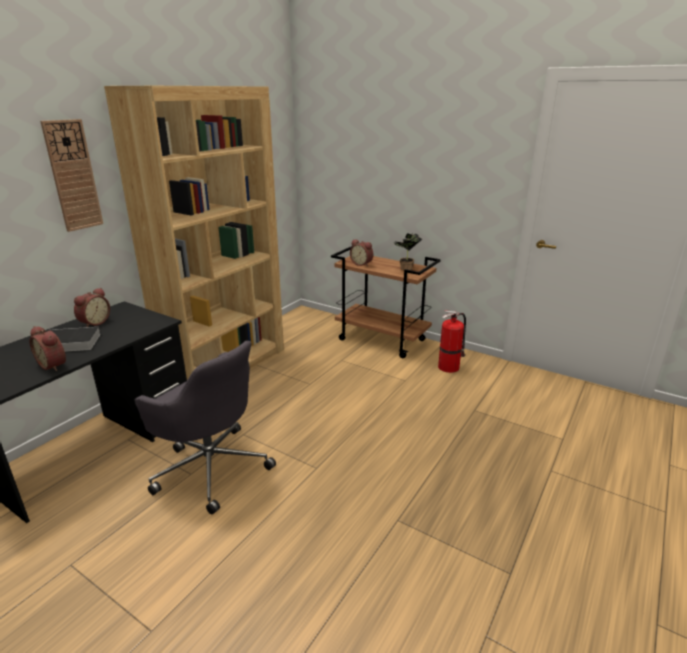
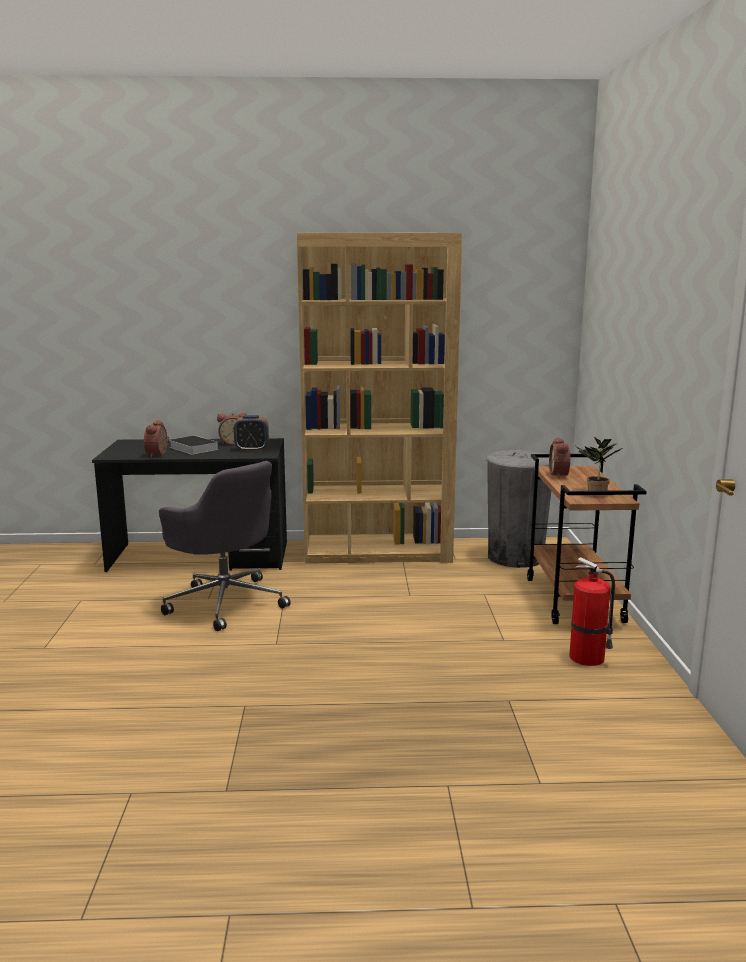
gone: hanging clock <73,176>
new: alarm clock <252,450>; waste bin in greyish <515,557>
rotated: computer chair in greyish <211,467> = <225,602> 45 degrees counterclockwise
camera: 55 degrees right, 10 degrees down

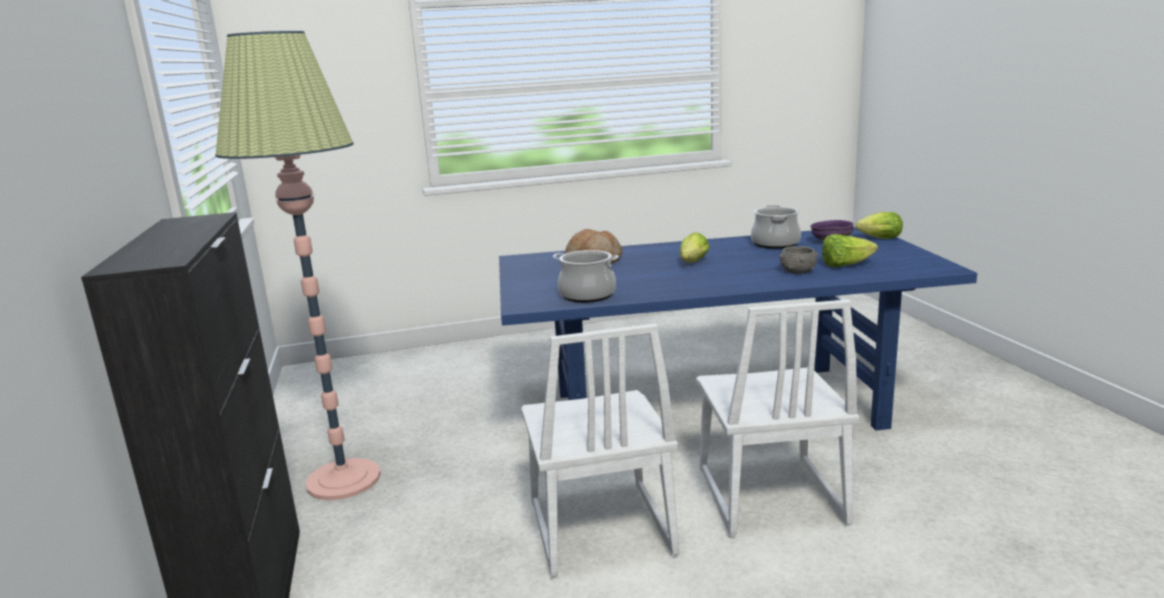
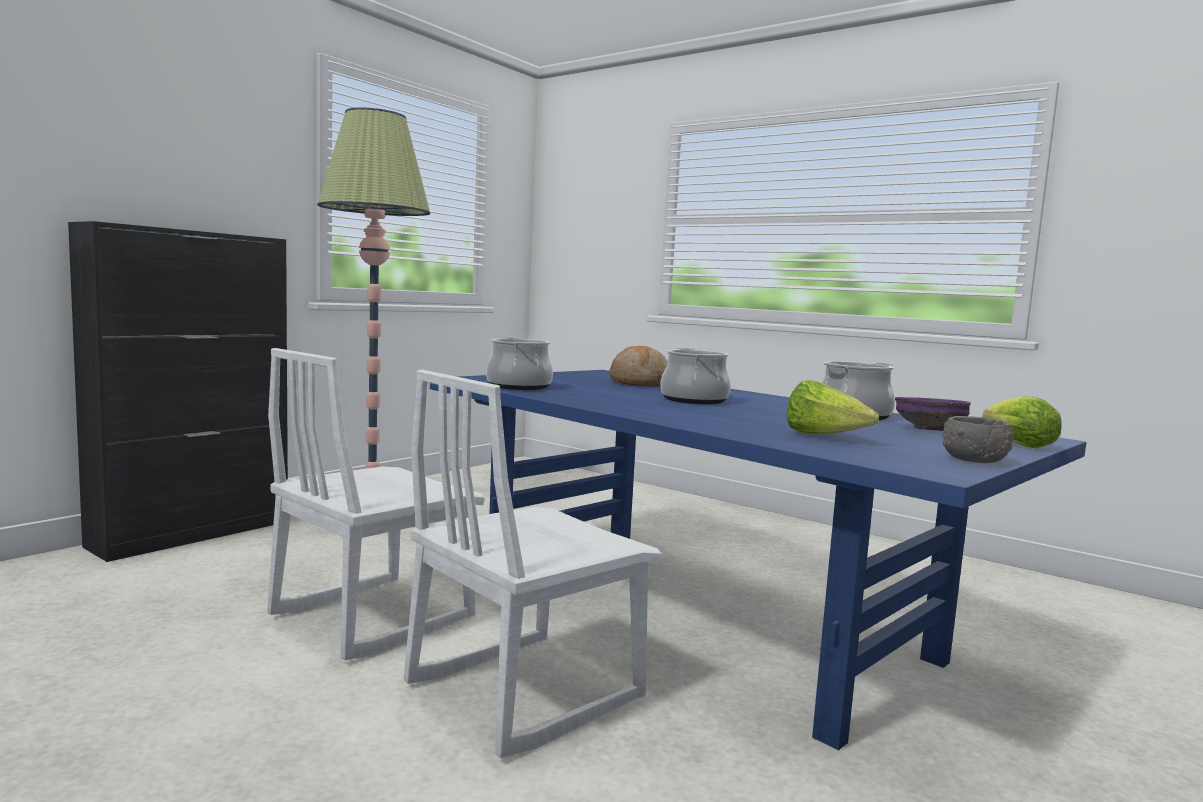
shifted: bowl in greyish <797,271> to <974,460>
swapped: lettuce head <692,263> to stockpot <694,400>
camera: 50 degrees right, 10 degrees down

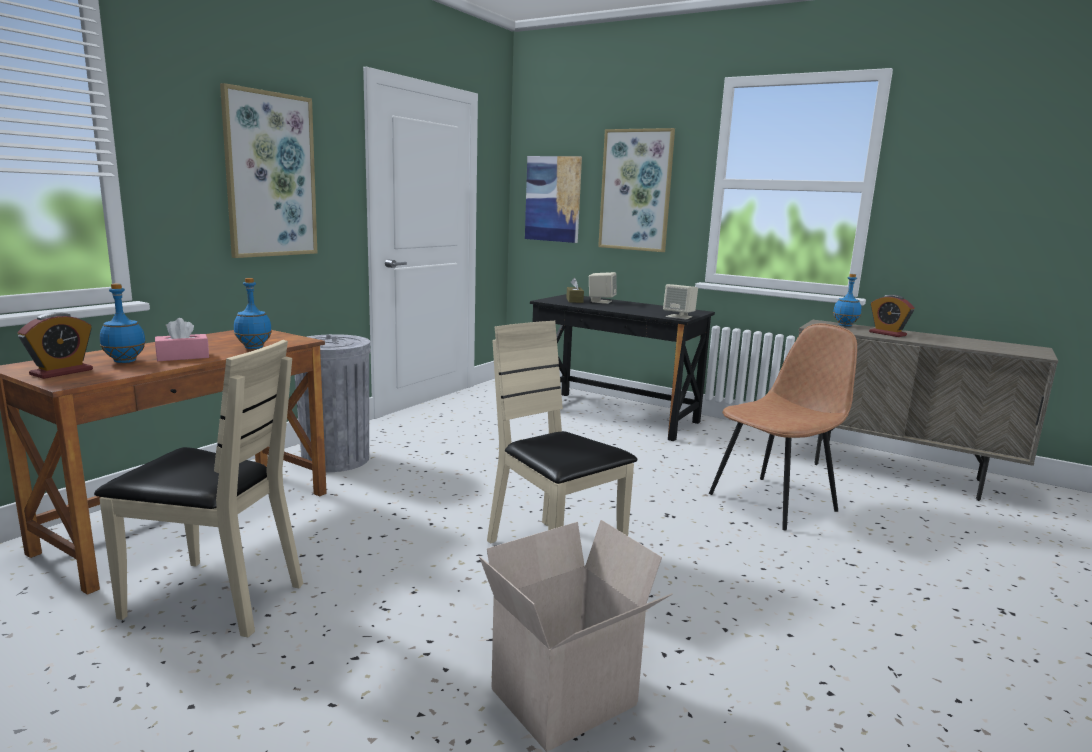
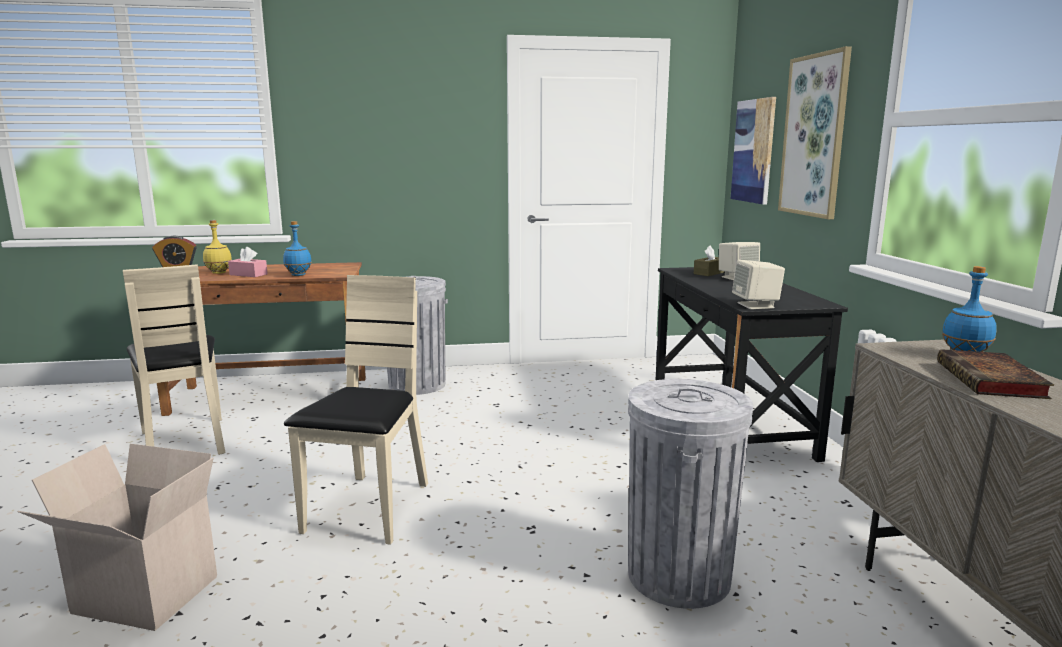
gone: picture <270,175>
swapped: plain chair in brown-coloured <774,502> to waste bin in greyish <679,575>; alarm clock <887,334> to volume <992,381>
repainted: beverage bottle in bluish <125,361> to beverage bottle in yellowish <219,273>
camera: 50 degrees right, 0 degrees up

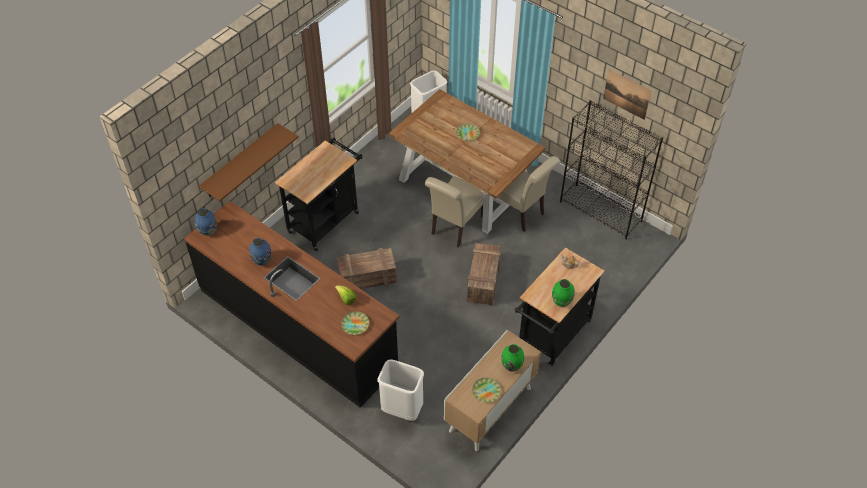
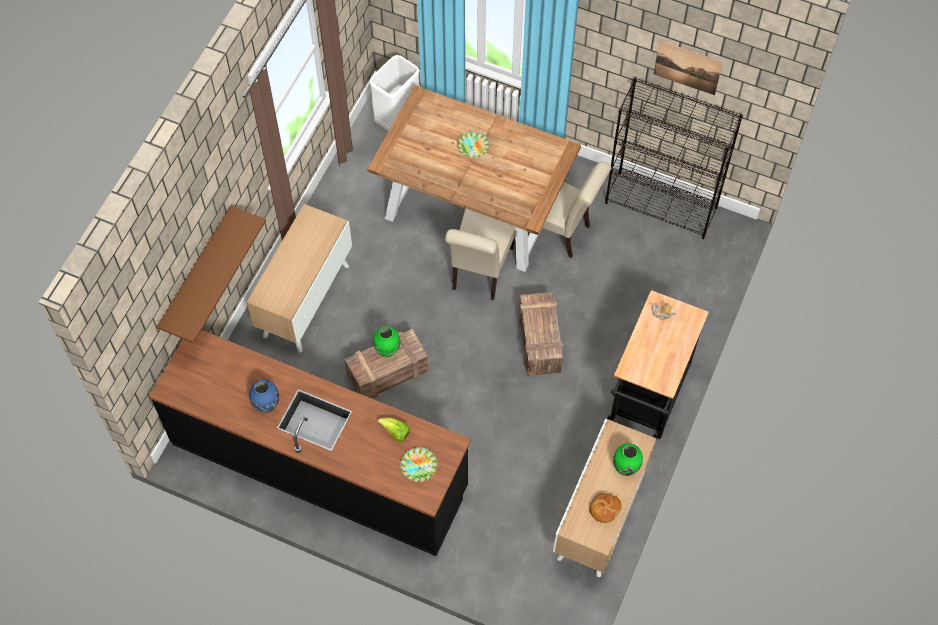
gone: decorative vase in bluish <208,231>; waste bin in whitish <402,410>
shifted: decorative vase in greenish <561,302> to <387,350>
swapped: wheeled cart in blackish <326,219> to storage cabinet <306,300>; flat dish <486,391> to bakery bread <604,509>
camera: 15 degrees left, 10 degrees up

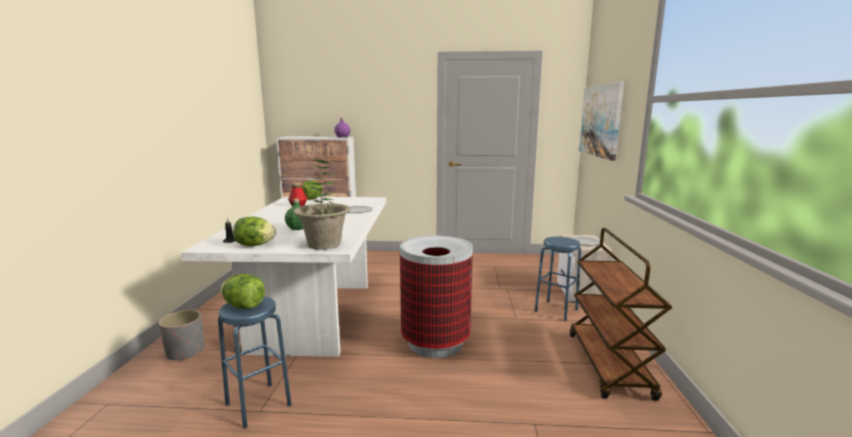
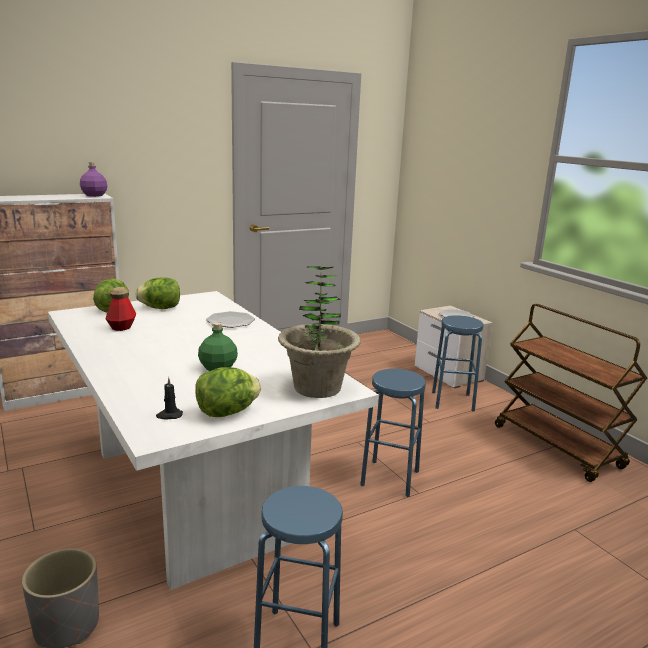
gone: picture <600,120>
shifted: lettuce head <244,306> to <160,308>
swapped: waste bin <435,343> to sitting stool in bluish <390,478>
camera: 35 degrees left, 5 degrees up

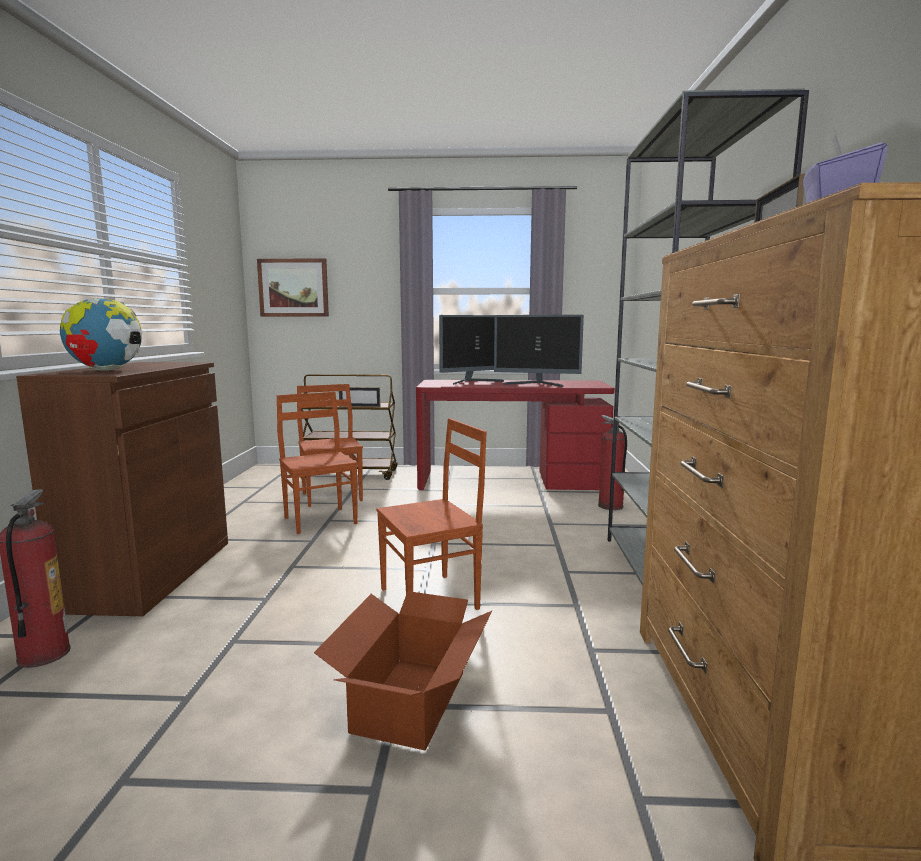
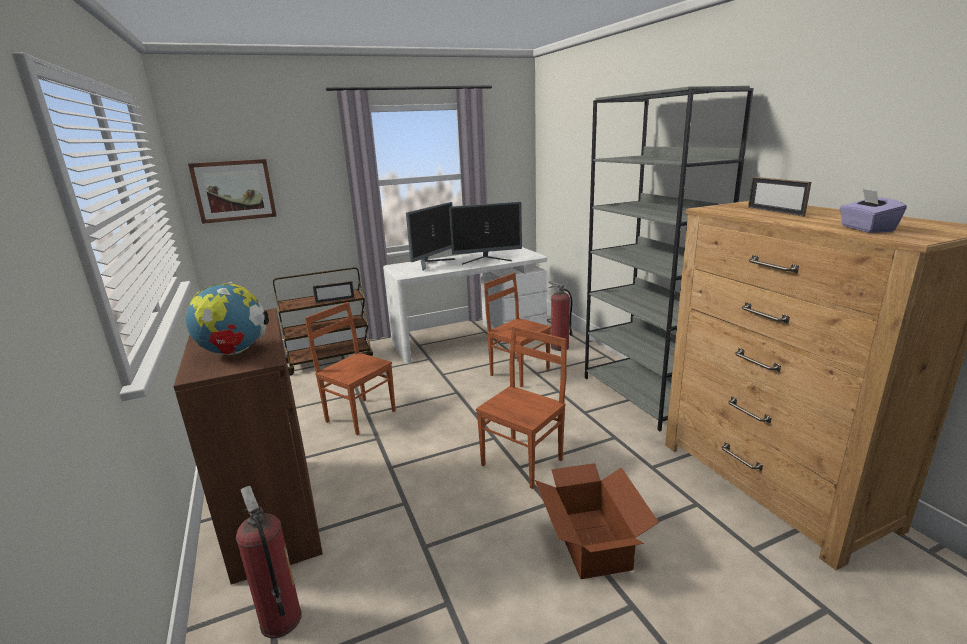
shifted: plain chair in brown-coloured <333,496> to <519,372>
repainted: desk unit in reddish <511,481> to desk unit in whitish <469,338>
camera: 25 degrees left, 10 degrees up

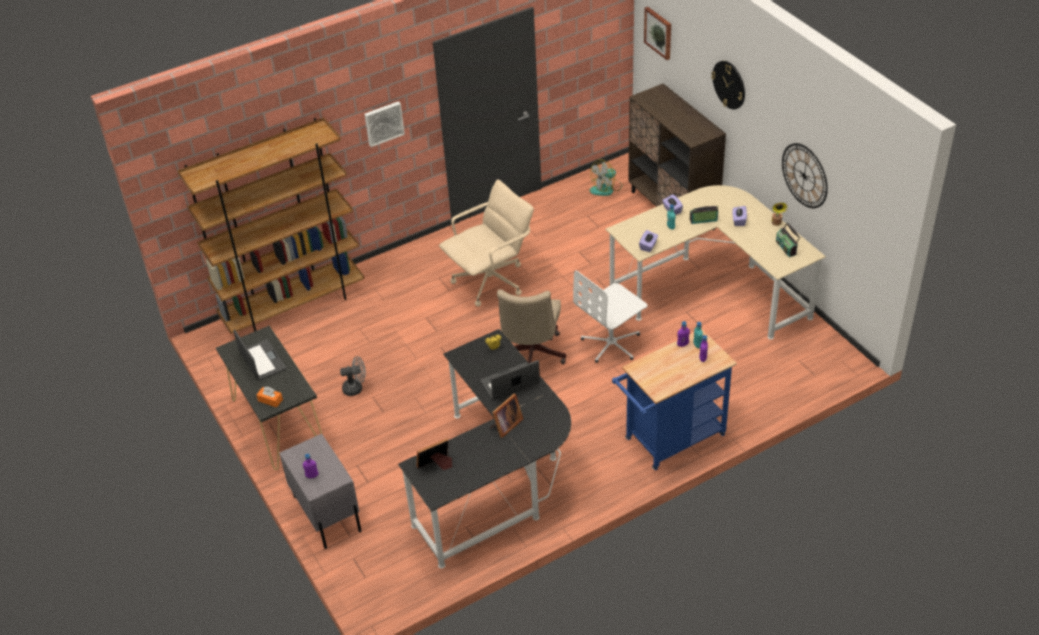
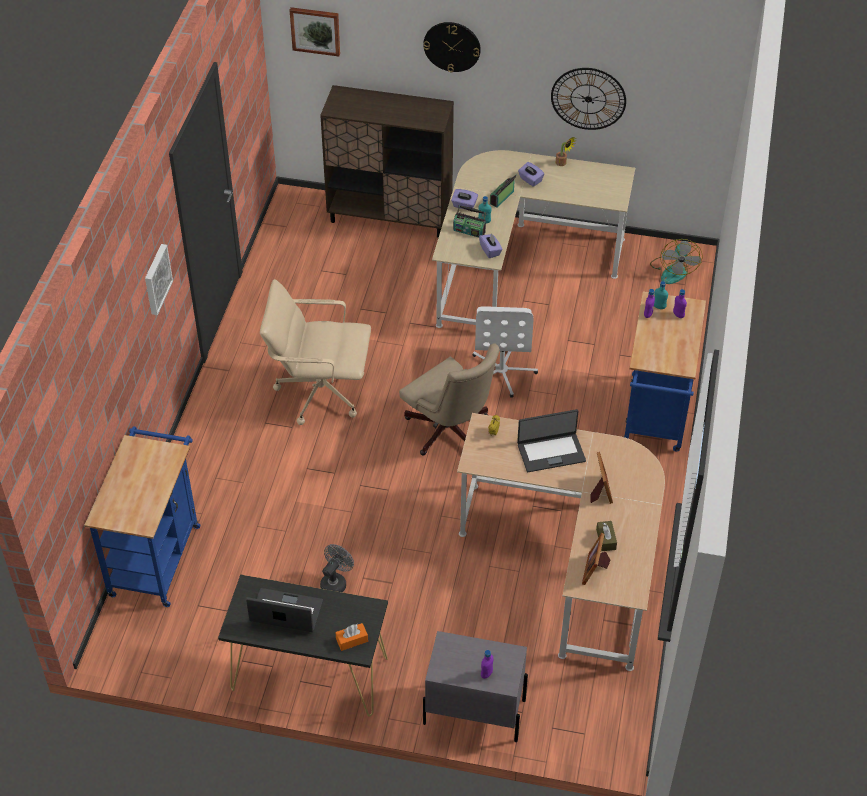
new: tissue holder in brown-coloured <606,539>
shifted: fan <606,188> to <673,270>; radio set <786,247> to <469,231>
swapped: bookshelf in brown-coloured <294,306> to wheeled cart in bluish <156,554>
repainted: desk unit in blackish <498,479> to desk unit in beige-coloured <572,559>
rotated: computer chair in beige-coloured <491,281> = <319,391> 90 degrees counterclockwise; portable computer <510,383> = <551,452> 120 degrees counterclockwise
camera: 50 degrees left, 5 degrees up

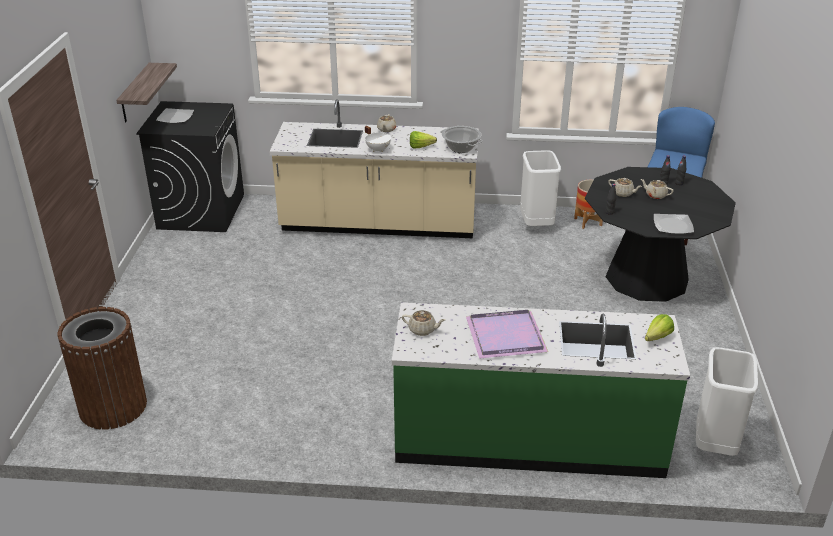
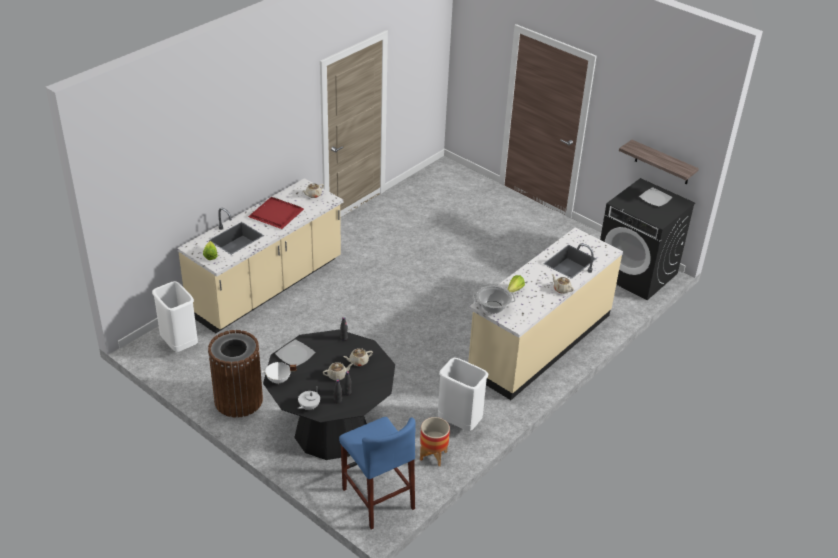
new: tea pot in whitish <309,407>
shifted: waste bin in brown-coloured <113,406> to <238,400>; stockpot in whitish <378,149> to <278,380>
repainted: kitchen counter in greenish <528,438> to kitchen counter in beige-coloured <267,287>; serving tray in purple-coloured <507,337> to serving tray in reddish <275,214>
camera: 125 degrees right, 5 degrees up

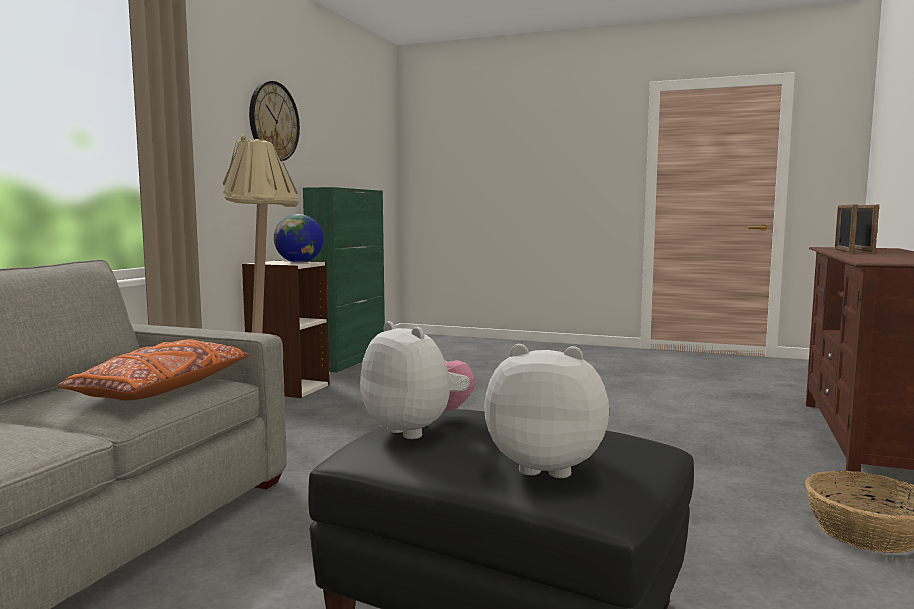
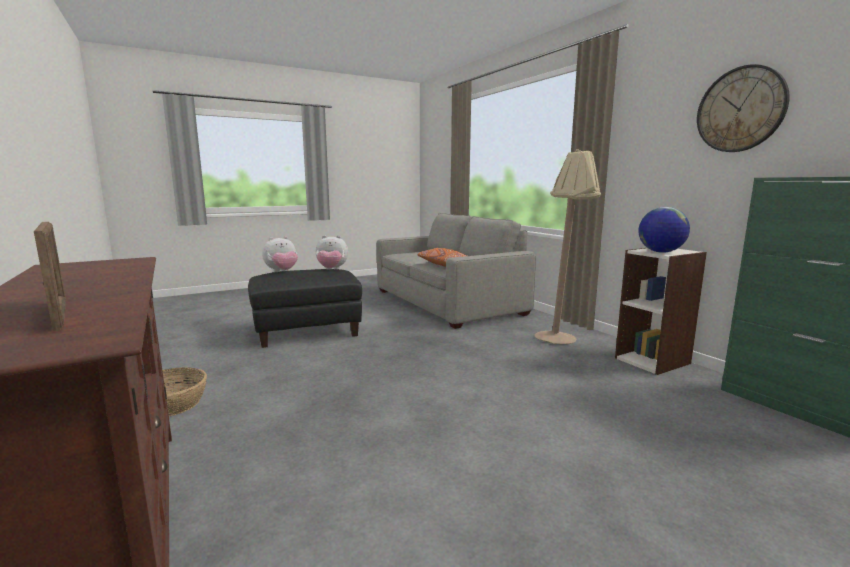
gone: photo frame <843,251>
camera: 130 degrees right, 5 degrees up

